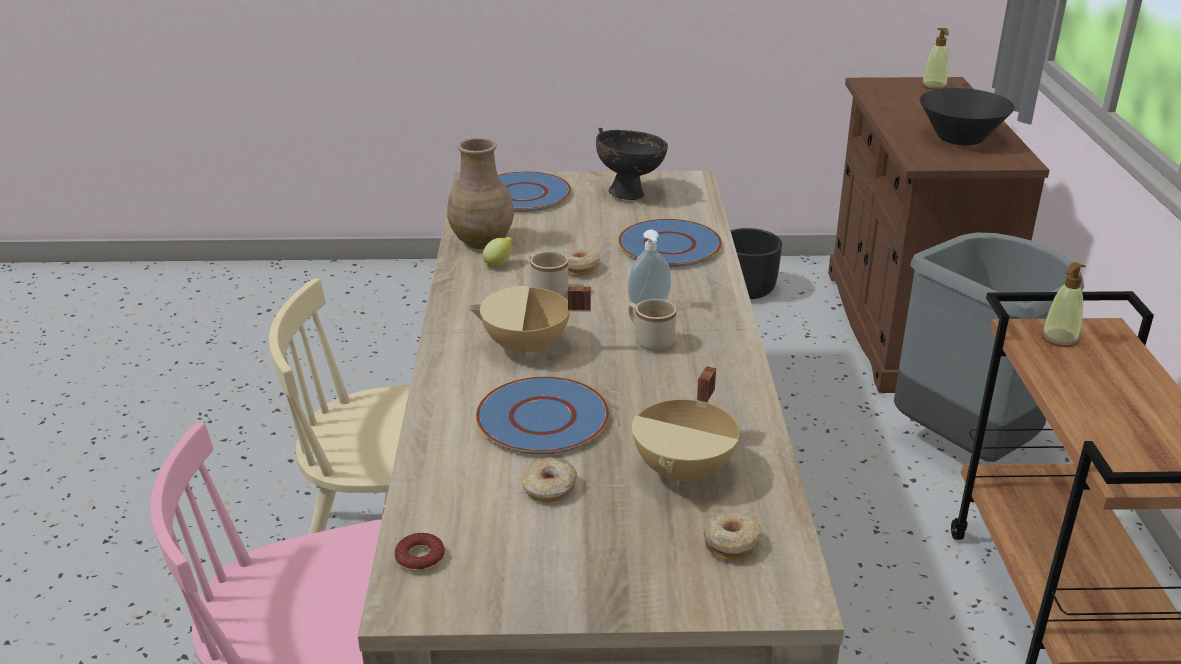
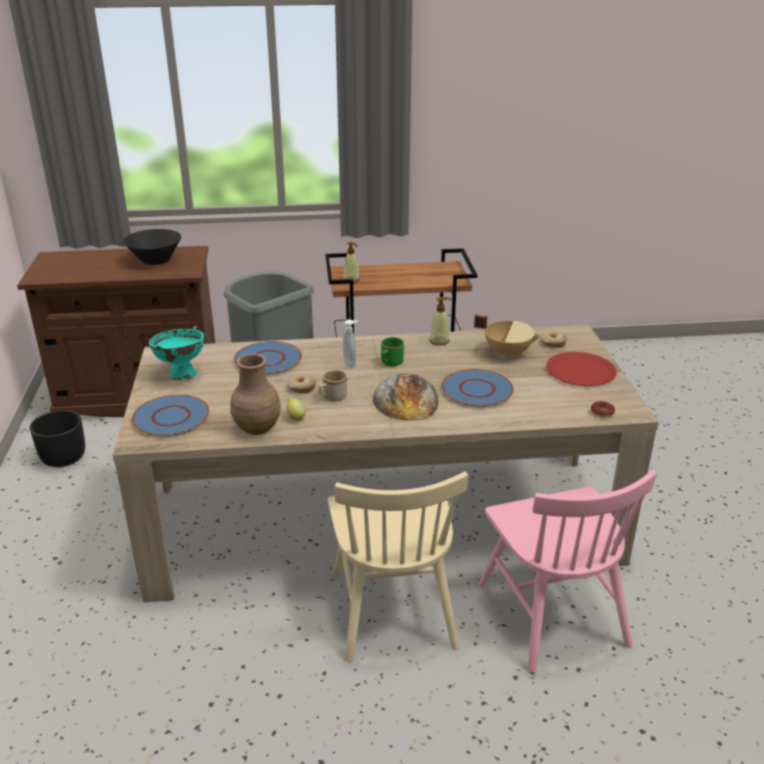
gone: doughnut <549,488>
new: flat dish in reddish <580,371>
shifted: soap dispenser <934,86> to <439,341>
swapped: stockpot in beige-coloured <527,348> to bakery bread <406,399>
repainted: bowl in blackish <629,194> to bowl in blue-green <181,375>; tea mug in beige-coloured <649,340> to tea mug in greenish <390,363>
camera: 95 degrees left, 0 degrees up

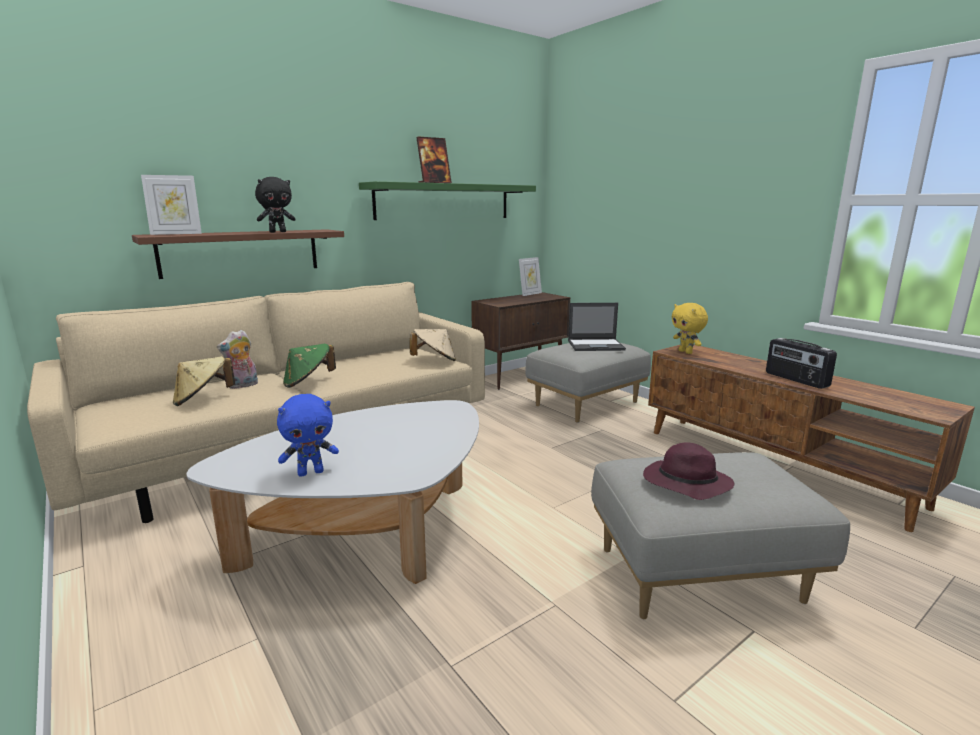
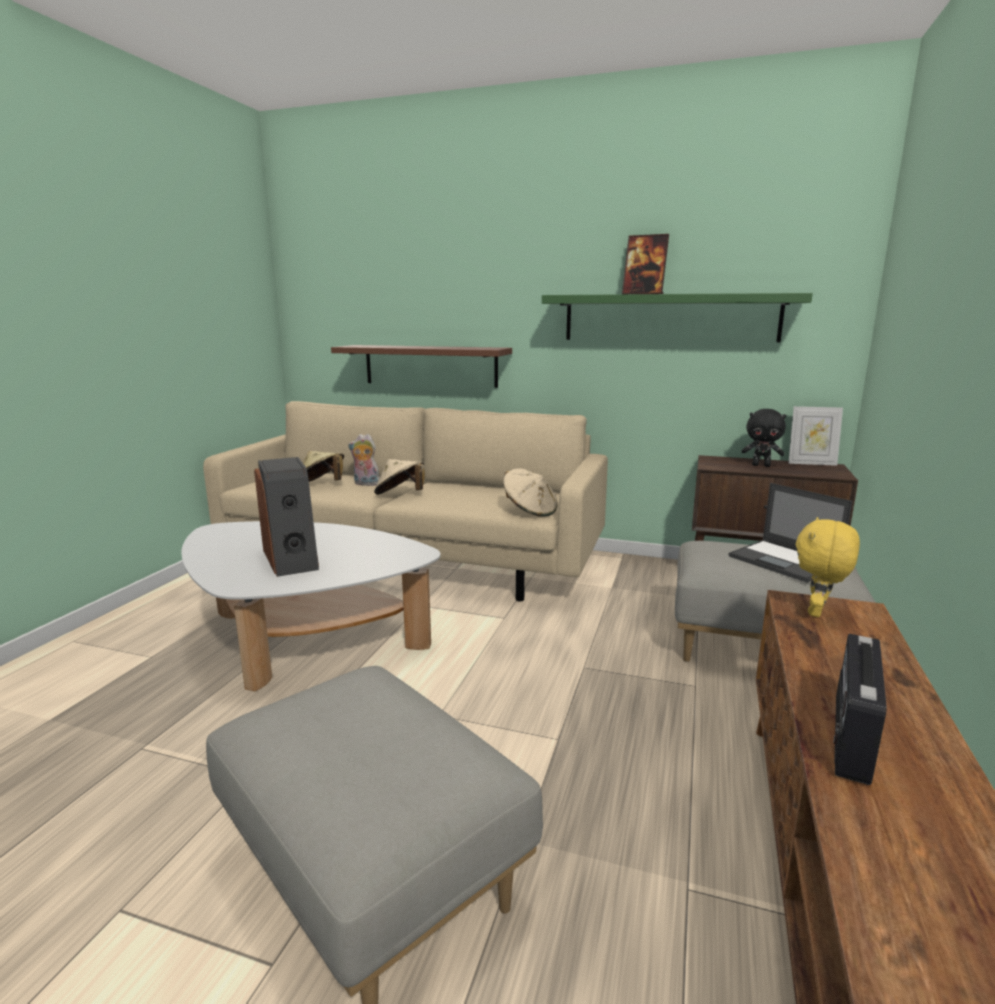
gone: photo frame <176,234>; cuddly toy in bluish <311,472>; wearable hat in purple-coloured <685,484>
new: audio speaker <292,559>
shifted: cuddly toy in blackish <278,232> to <761,465>
repainted: wearable hat in greenish <308,382> to wearable hat in beige-coloured <400,495>
camera: 55 degrees right, 0 degrees up

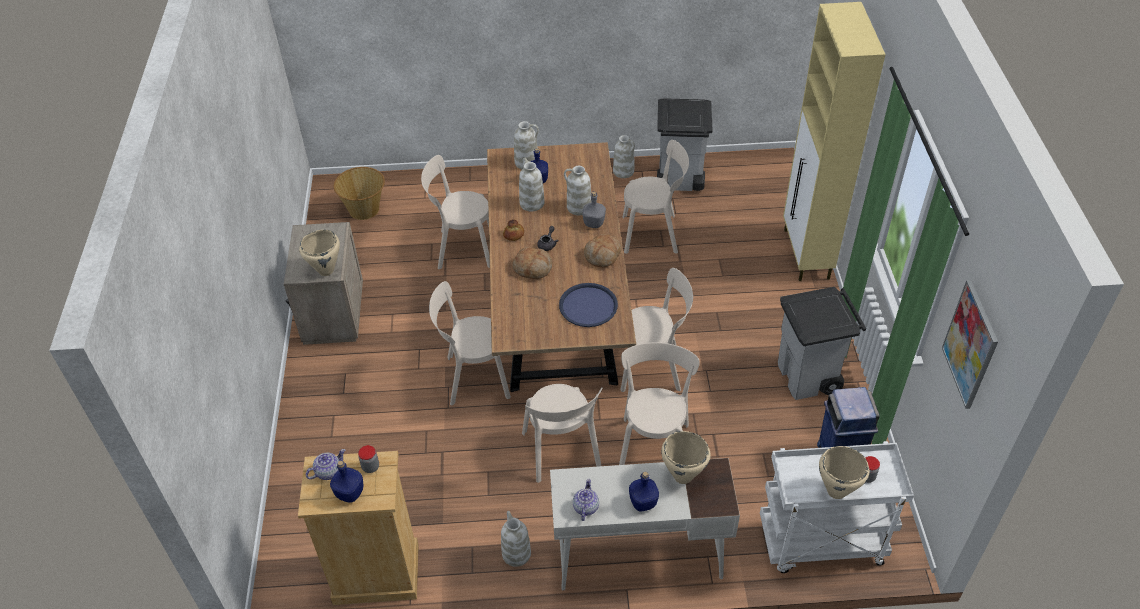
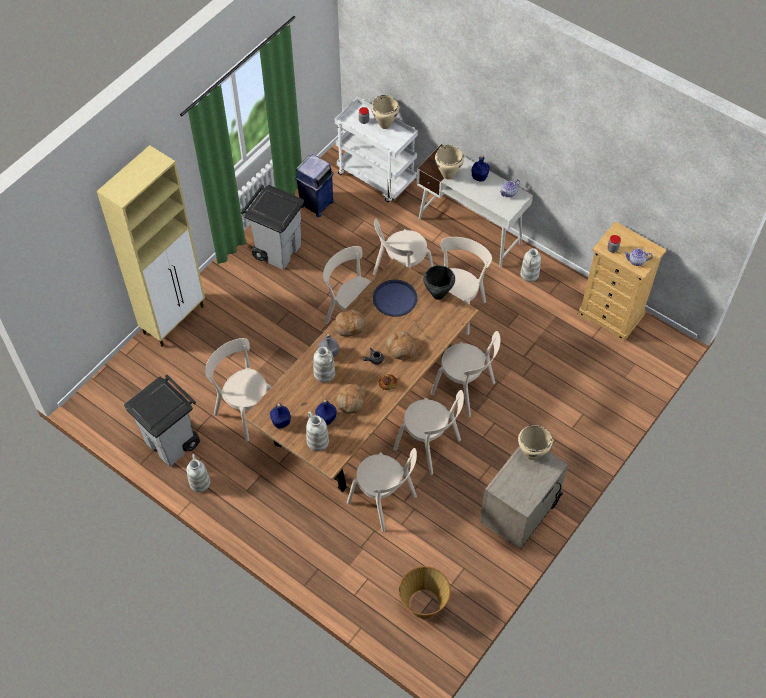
gone: picture <970,344>
new: plain chair in beige-coloured <429,446>; stockpot in blackish <438,295>
shifted: beverage bottle in bluish <350,493> to <280,422>
swapped: decorative vase in whitish <531,203> to bakery bread <351,401>
camera: 140 degrees left, 10 degrees up

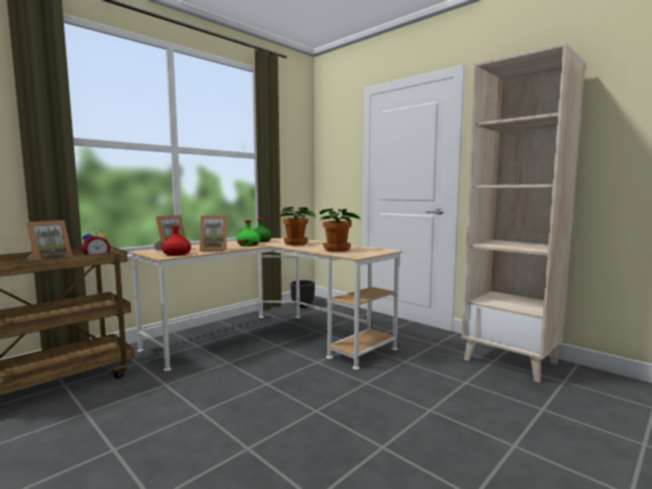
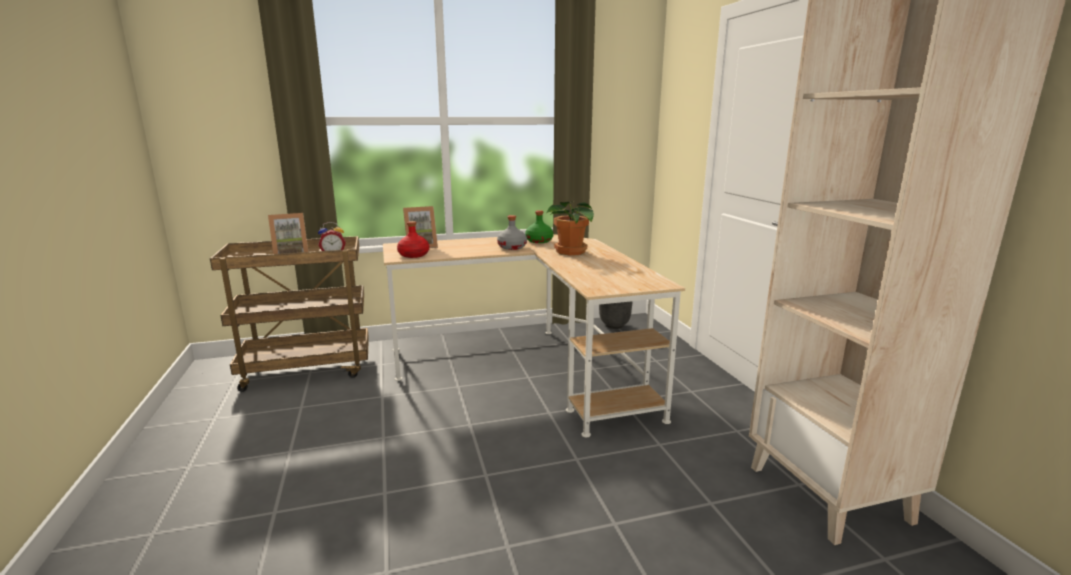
gone: photo frame <214,249>; plant in a pot <337,250>
repainted: beverage bottle in greenish <248,245> to beverage bottle in greyish <512,247>
camera: 30 degrees right, 10 degrees up

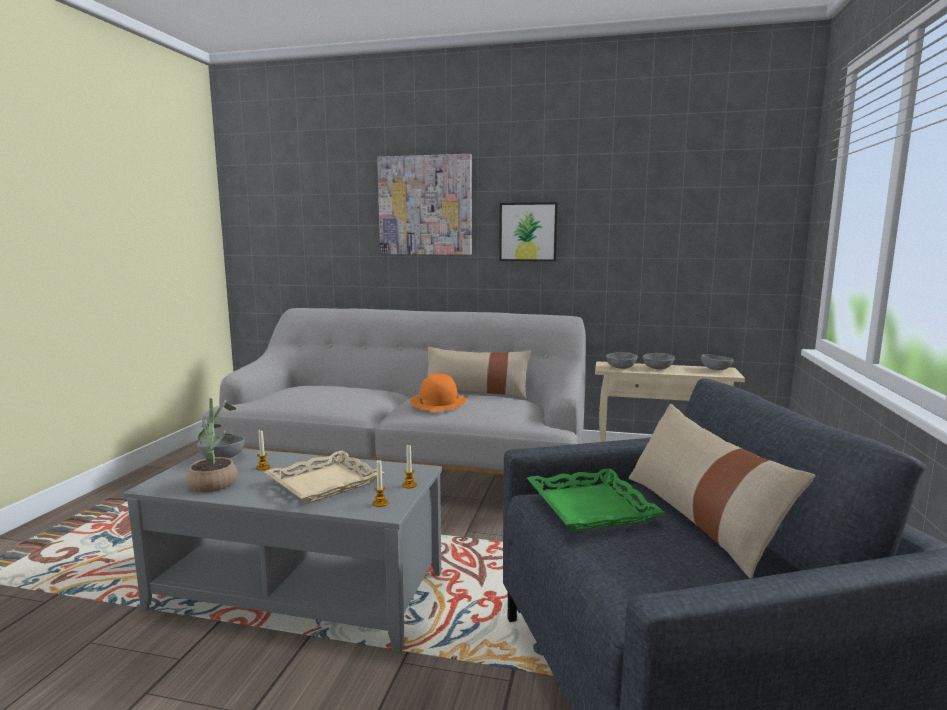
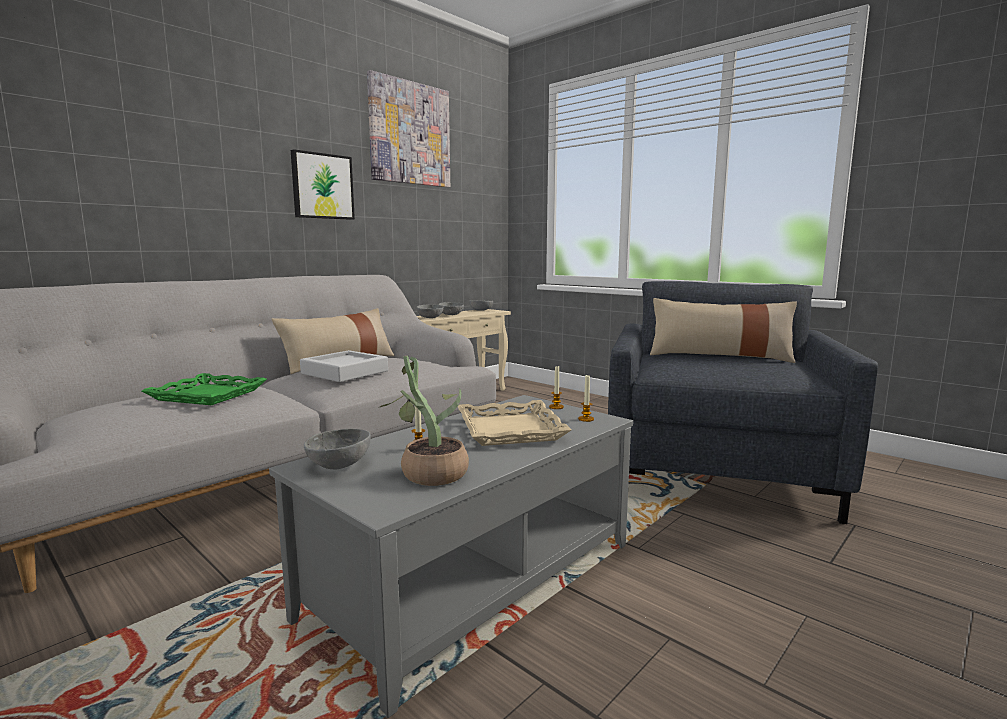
shifted: picture <425,205> to <409,133>; serving tray in greenish <589,507> to <207,395>
swapped: wearable hat in orange <438,402> to serving tray in greyish <345,372>
camera: 60 degrees left, 0 degrees up

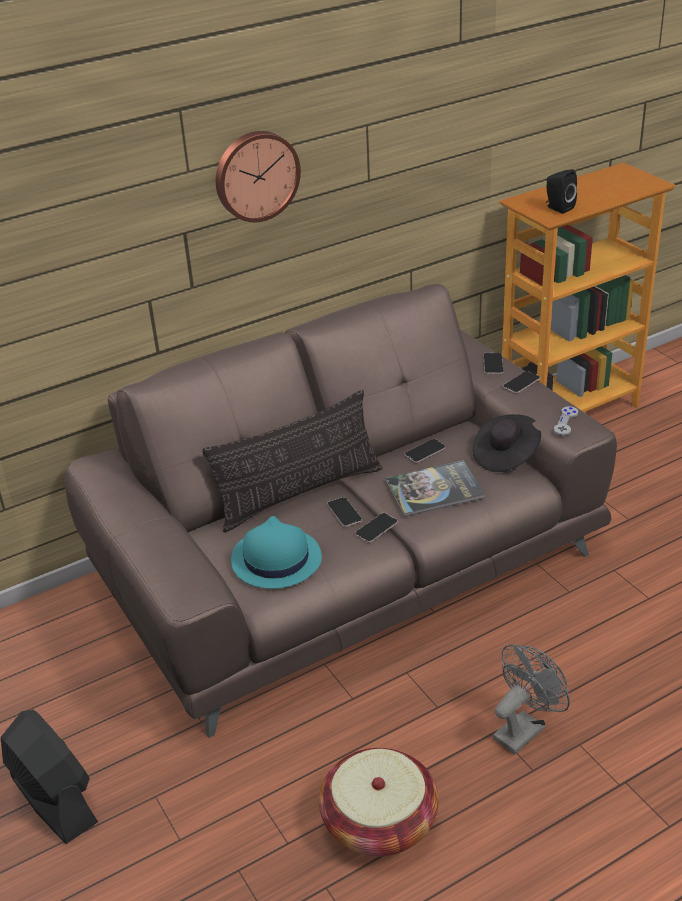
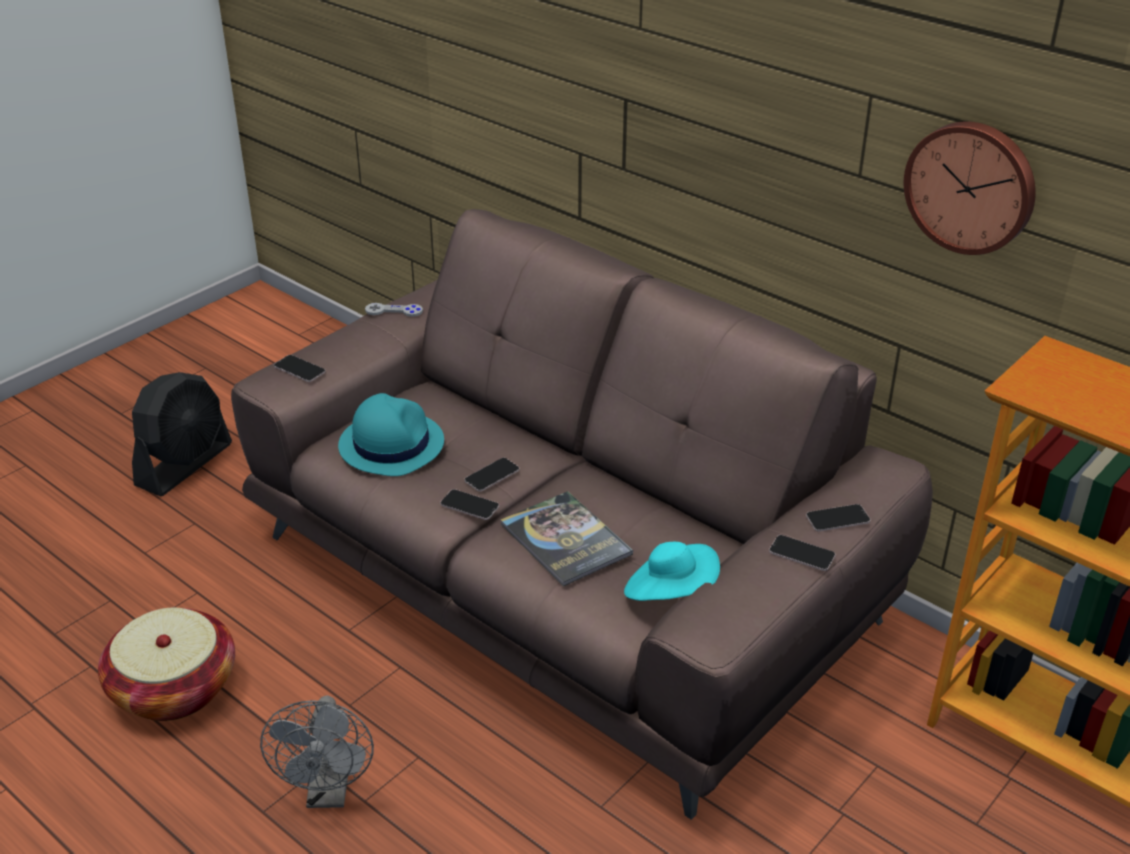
gone: cushion <299,493>; audio speaker in blackish <558,208>
shifted: hanging clock <256,175> to <971,186>; phone <425,451> to <299,369>; game controller in greyish <566,422> to <394,311>
repainted: wearable hat in blackish <505,456> to wearable hat in blue-green <671,593>
rotated: fan in greyish <524,728> = <329,792> 60 degrees clockwise
camera: 70 degrees right, 0 degrees up

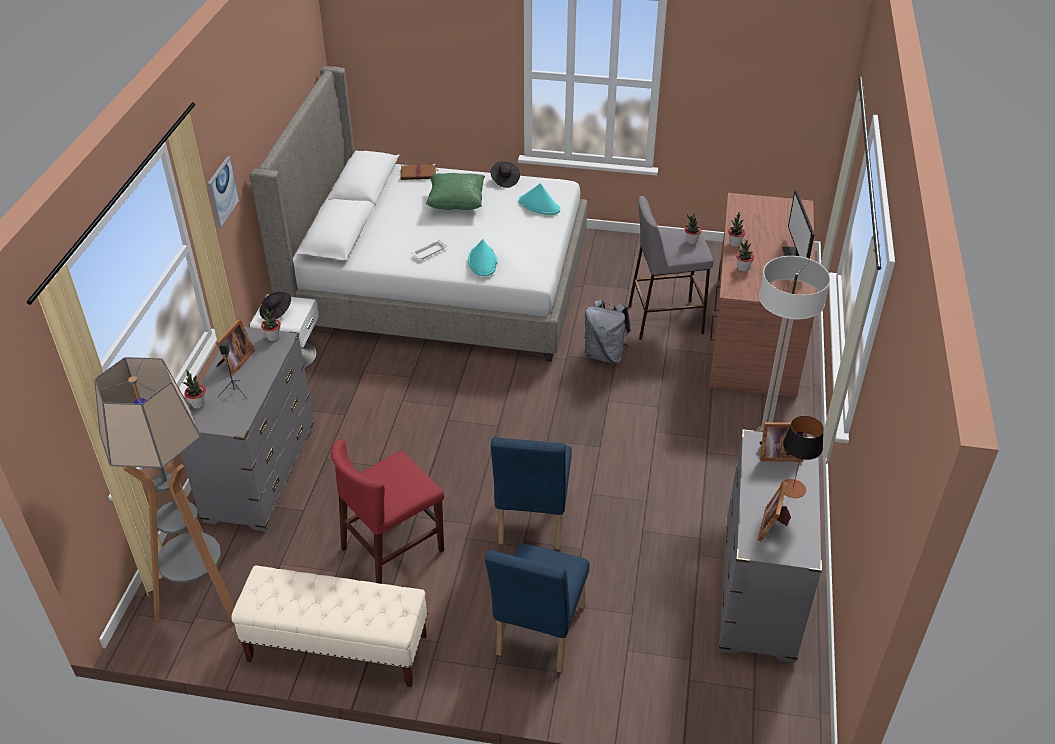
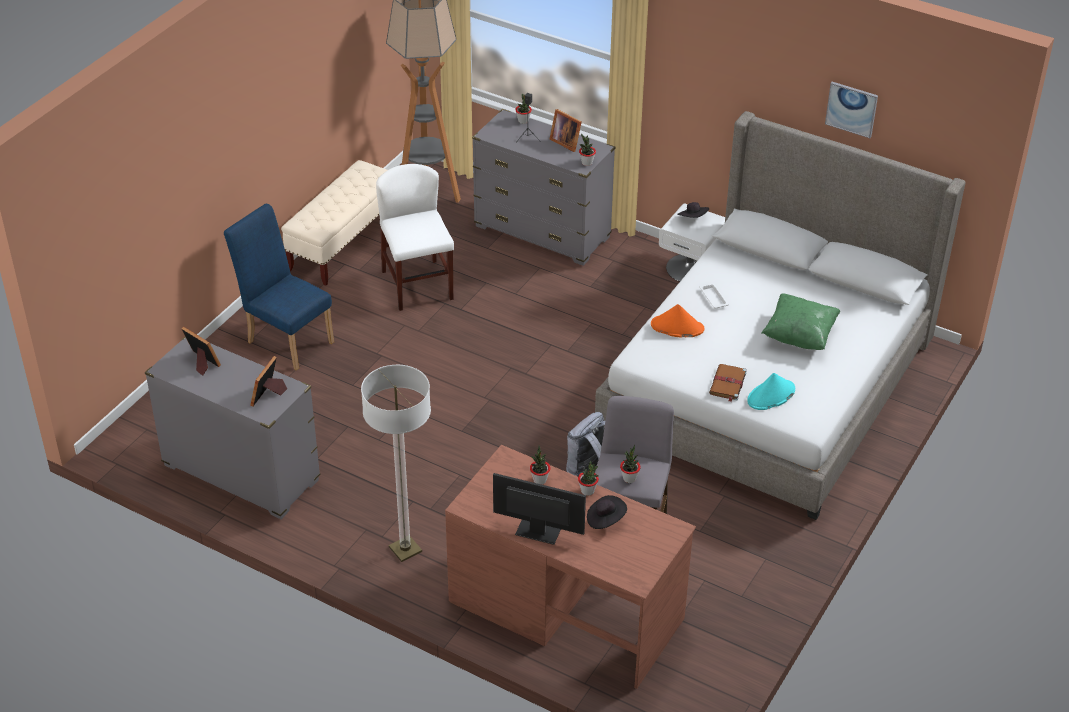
gone: plain chair in bluish <531,523>; lamp for a table <792,488>
shifted: picture <222,191> to <851,109>; volume in brown-coloured <419,173> to <727,384>; wearable hat in blackish <504,180> to <605,519>
repainted: plain chair in reddish <393,549> to plain chair in whitish <417,285>; wearable hat in blue-green <483,261> to wearable hat in orange <677,327>
camera: 110 degrees right, 0 degrees up

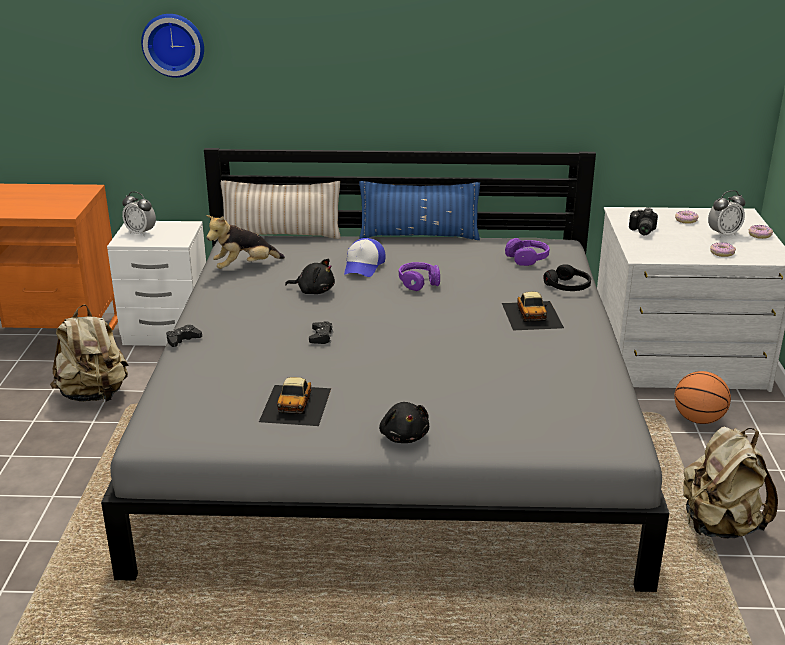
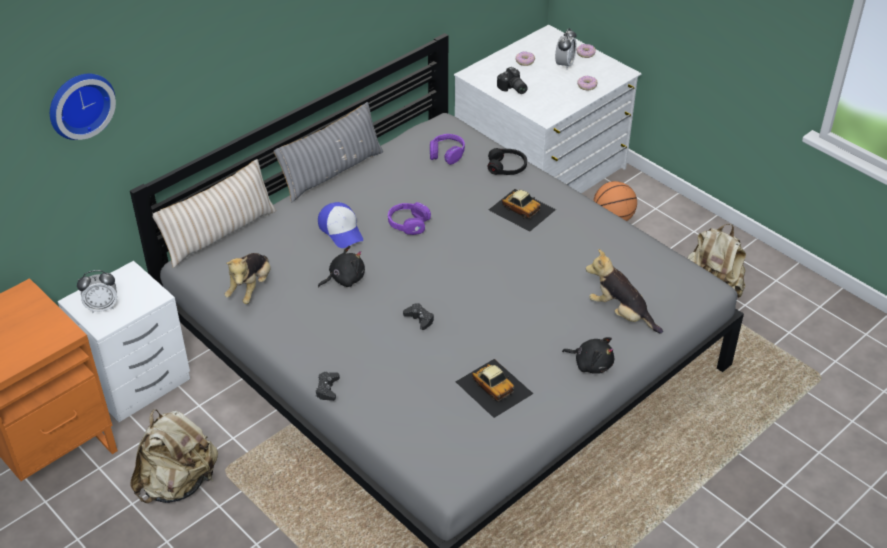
new: cuddly toy <621,313>
repainted: cushion in bluish <419,236> to cushion in greyish <332,172>
camera: 45 degrees left, 15 degrees up

